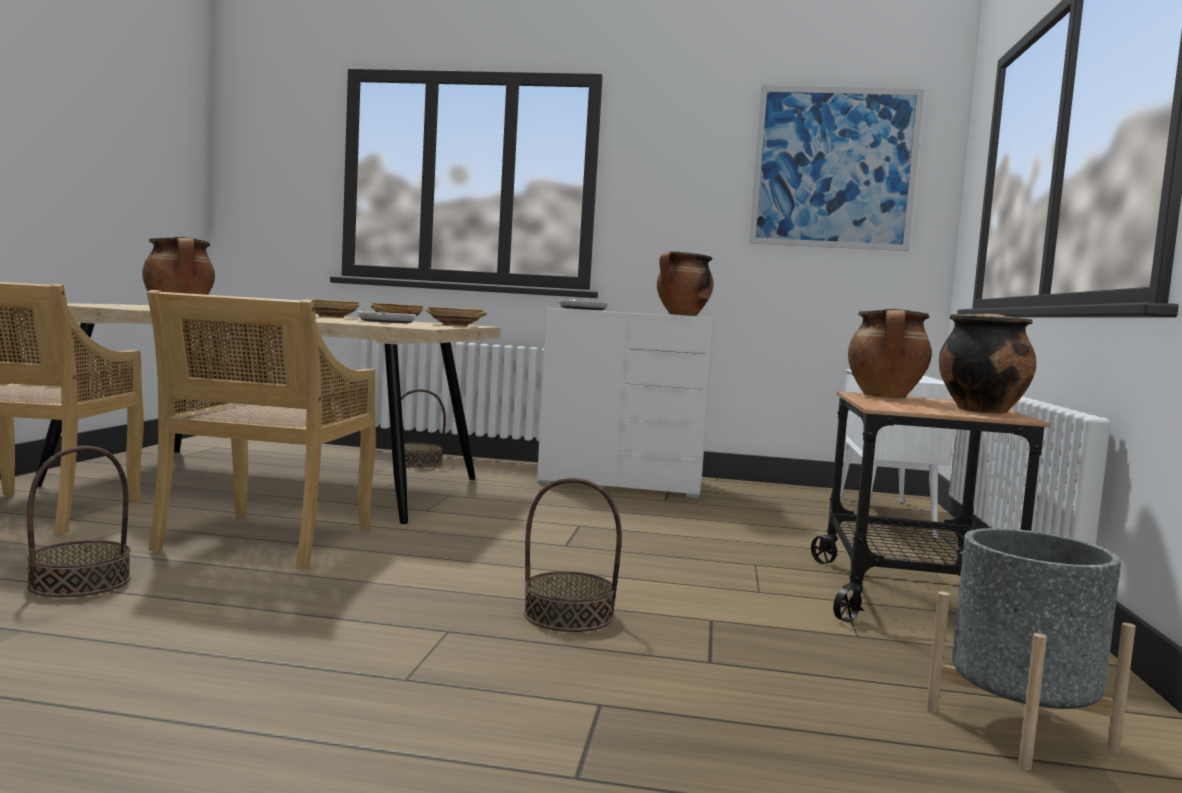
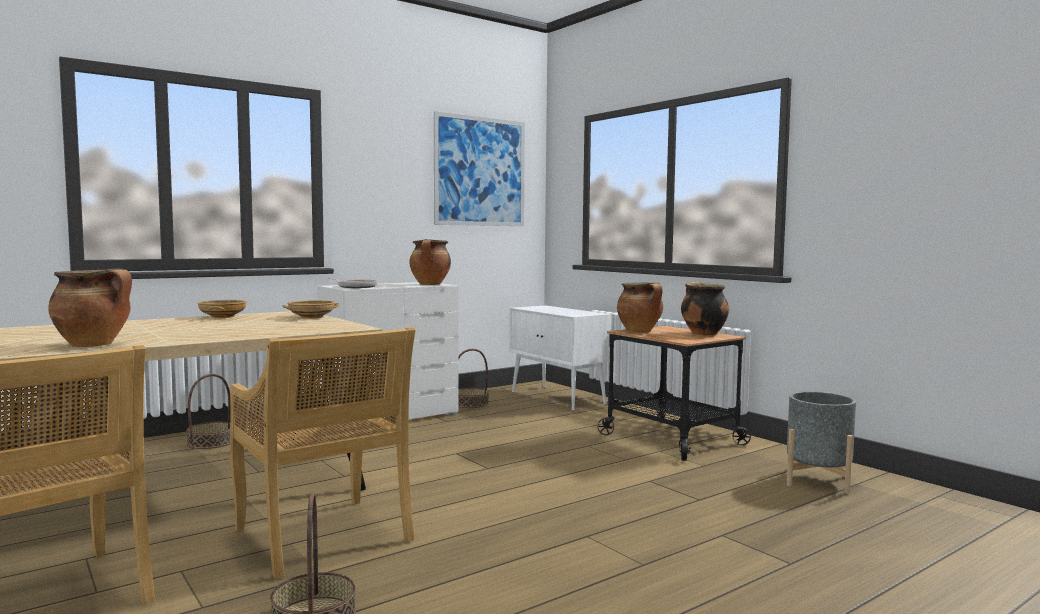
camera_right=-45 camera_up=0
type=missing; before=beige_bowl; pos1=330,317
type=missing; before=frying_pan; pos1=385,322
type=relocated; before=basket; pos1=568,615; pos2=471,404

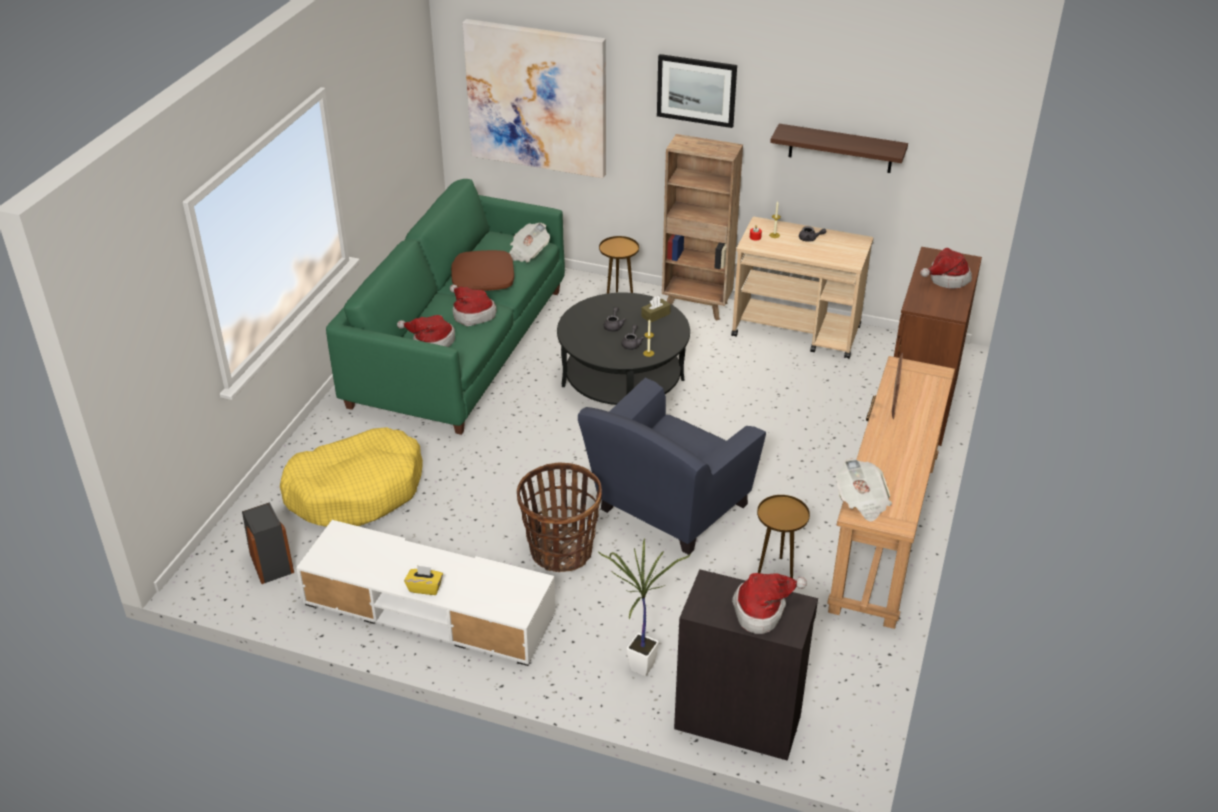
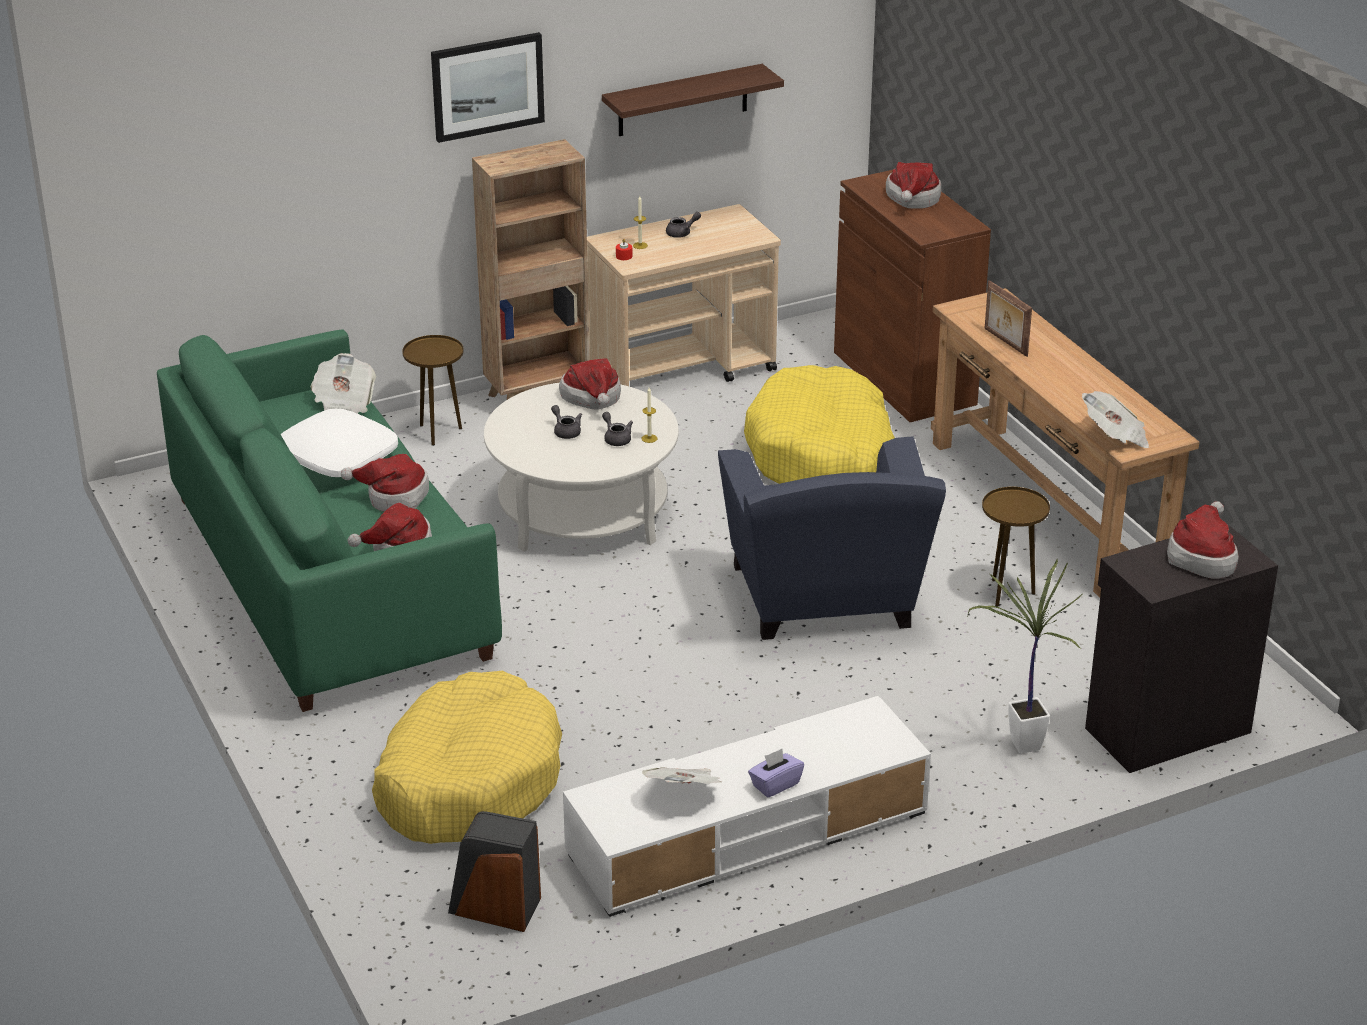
camera_right=-45 camera_up=-5
type=missing; before=picture; pos1=537,98
type=colour; before=brown_pillow; after=white_pillow; pos1=482,279; pos2=337,456
type=colour; before=black_coffee_table; after=white_coffee_table; pos1=623,382; pos2=583,511
type=exchanged; before=brown_tissue_box; after=hat; pos1=655,315; pos2=592,399
type=missing; before=basket; pos1=560,551
type=colour; before=yellow_tissue_box; after=purple_tissue_box; pos1=425,587; pos2=775,784
type=appeared; after=yellow_dog_bed; pos2=821,454
type=appeared; after=newspaper; pos2=684,792

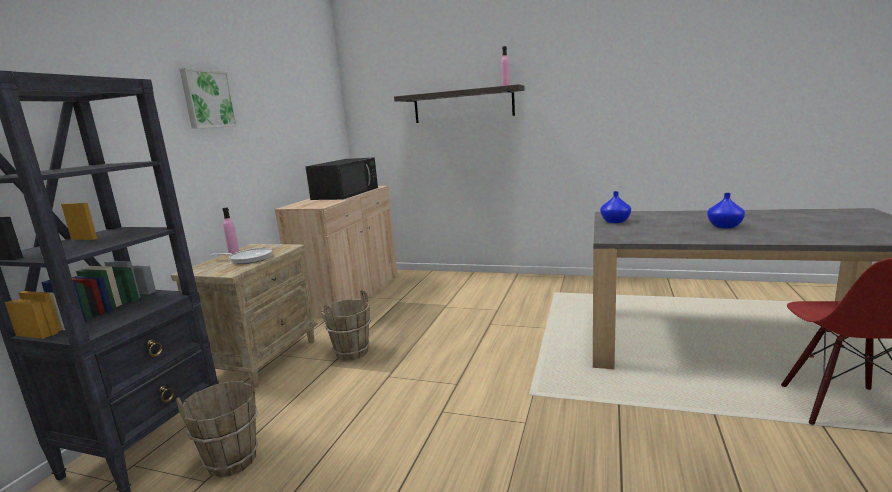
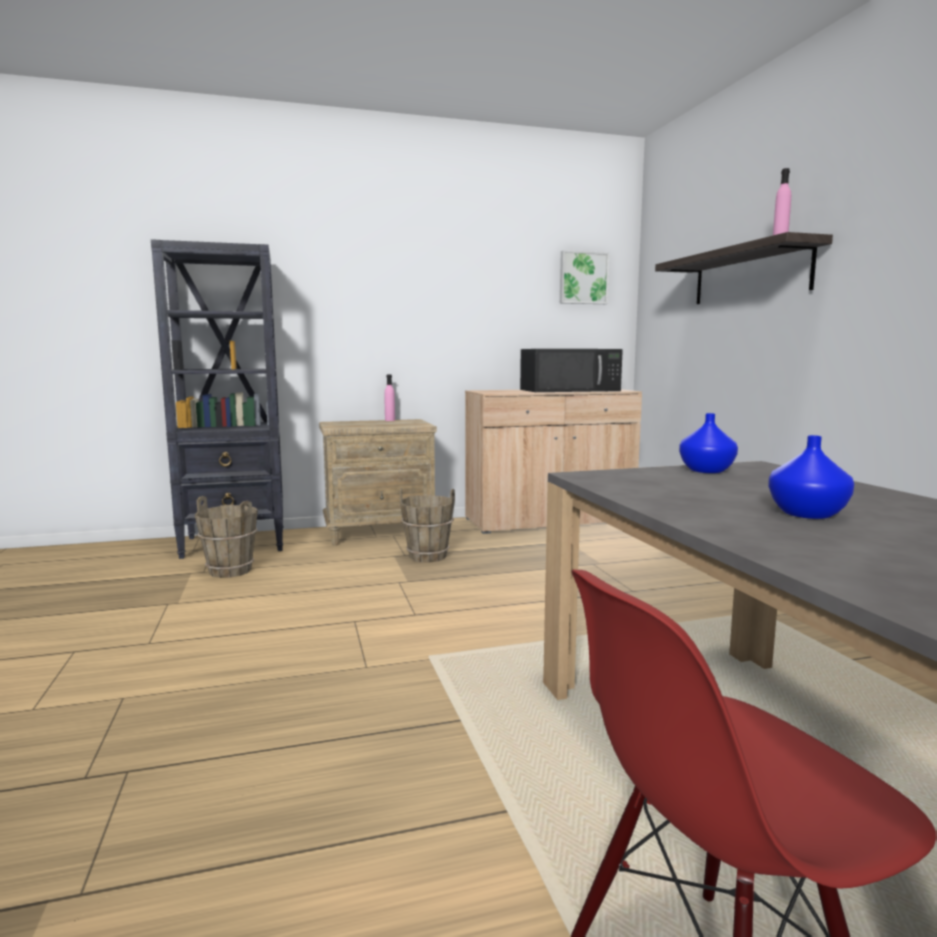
camera_right=55 camera_up=-5
type=relocated; before=picture; pos1=207,99; pos2=583,278
type=missing; before=frying_pan; pos1=248,259

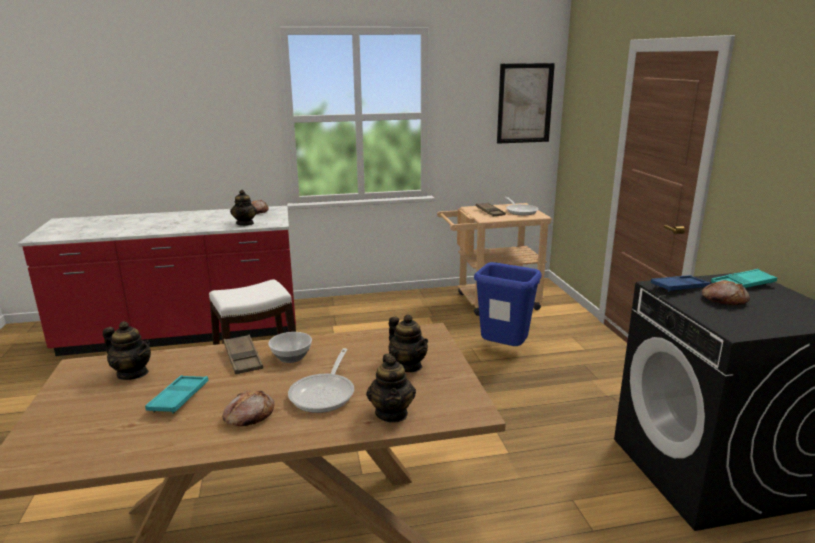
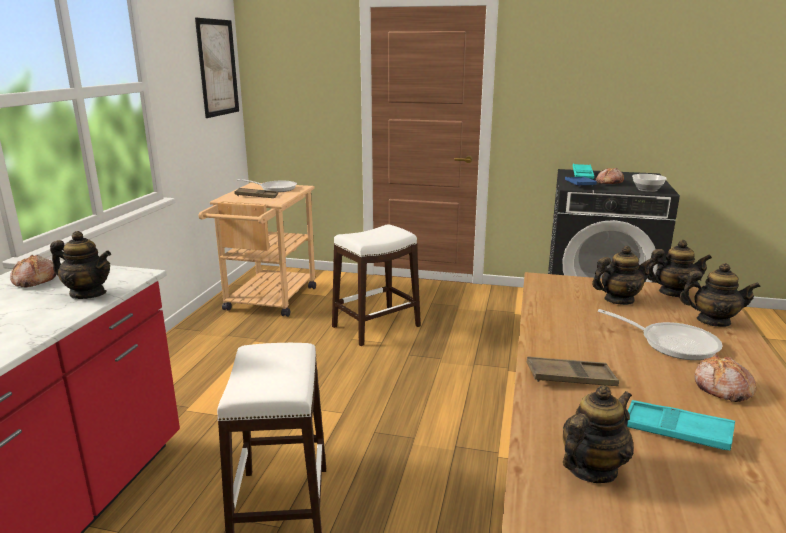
camera_right=-65 camera_up=0
type=exchanged; before=blue_trash_can; after=white_stool; pos1=504,351; pos2=375,326
type=relocated; before=bowl; pos1=291,357; pos2=646,190
type=appeared; after=teapot; pos2=673,293

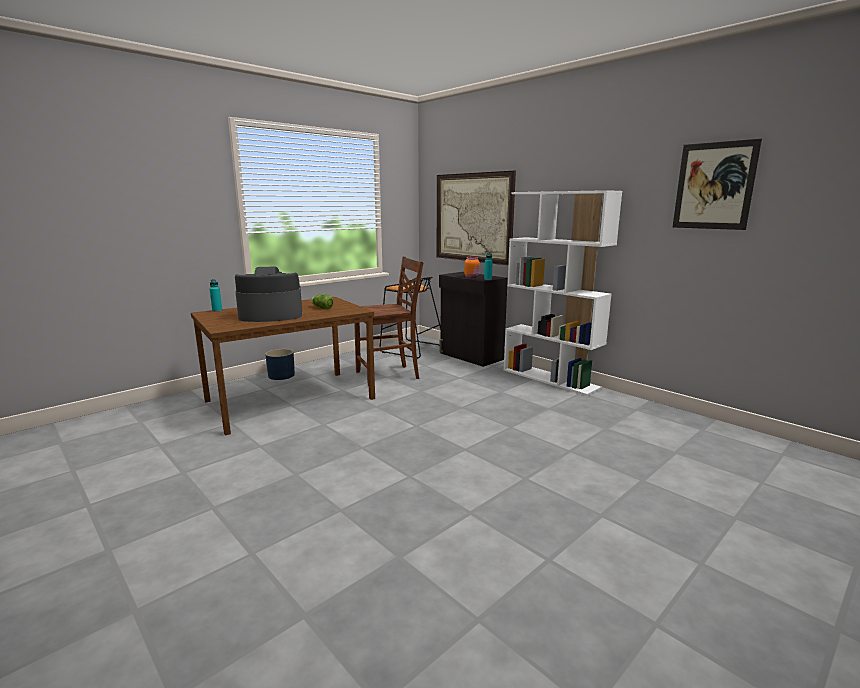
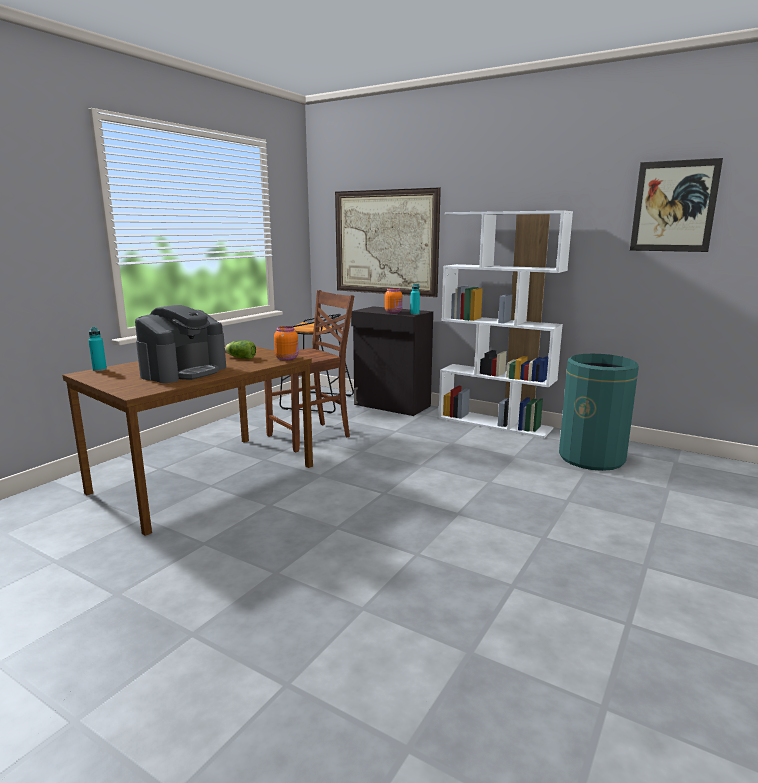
camera_right=-15 camera_up=0
type=spun; before=coffee_machine; pos1=270,315; pos2=184,371; turn=150
type=missing; before=blue_planter; pos1=281,375
type=appeared; after=orange_jar; pos2=287,358
type=appeared; after=green_trash_can; pos2=591,458

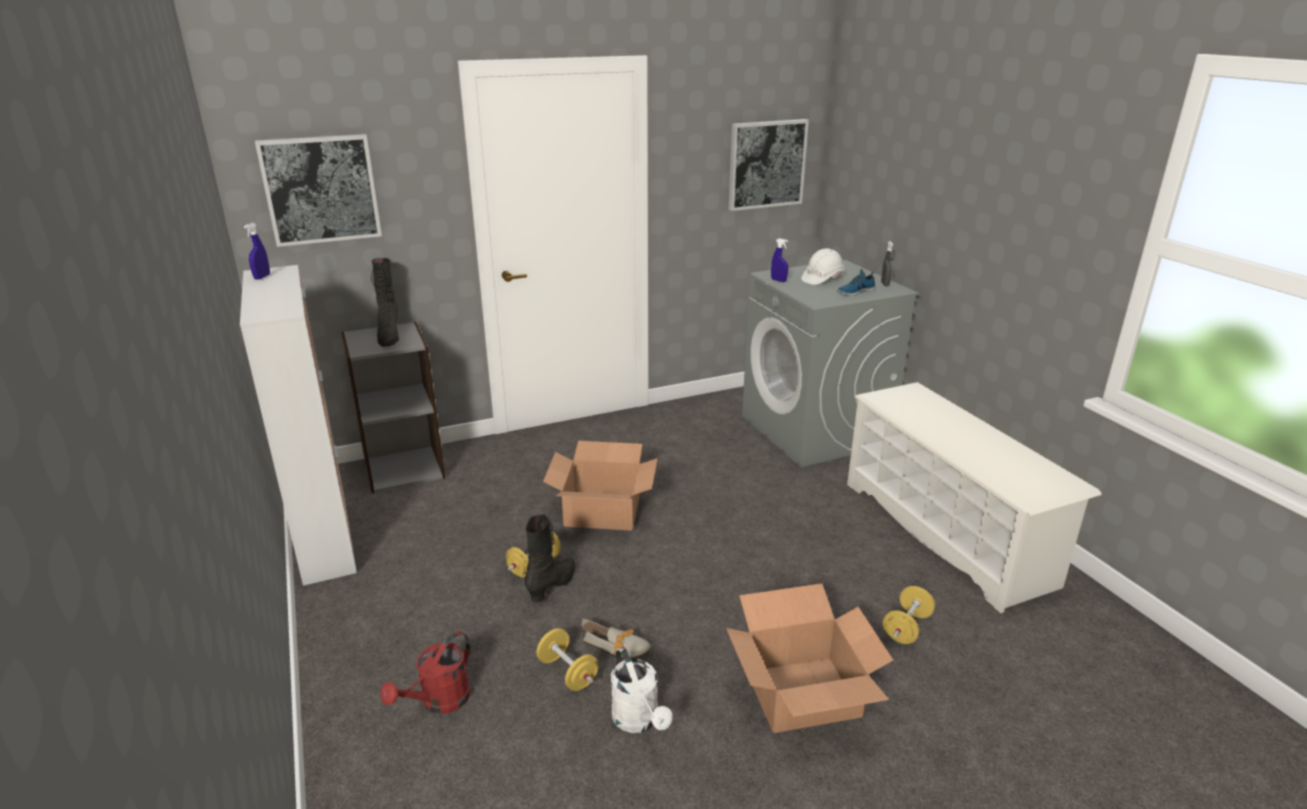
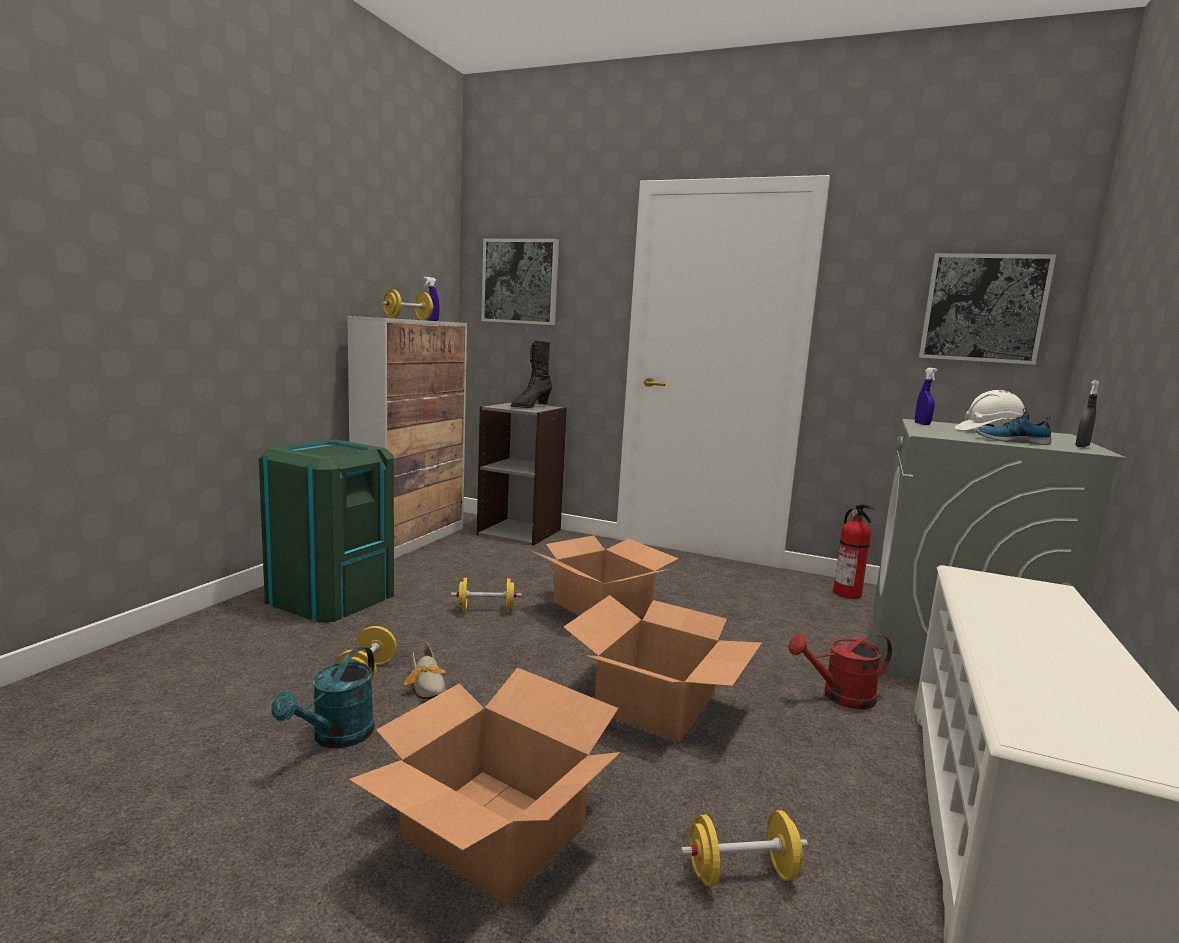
camera_right=45 camera_up=-15
type=missing; before=black_boot; pos1=553,585
type=relocated; before=red_watering_can; pos1=439,702; pos2=840,697
type=colour; before=white_watering_can; after=turquoise_watering_can; pos1=639,721; pos2=336,738
type=appeared; after=yellow_dumbbell; pos2=408,319
type=appeared; after=green_trash_can; pos2=331,596
type=appeared; after=fire_extinguisher; pos2=848,594
type=appeared; after=cardboard_box; pos2=657,702

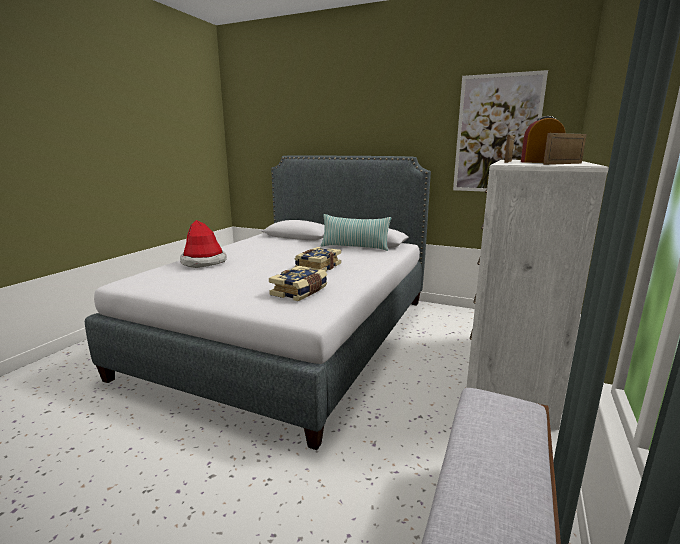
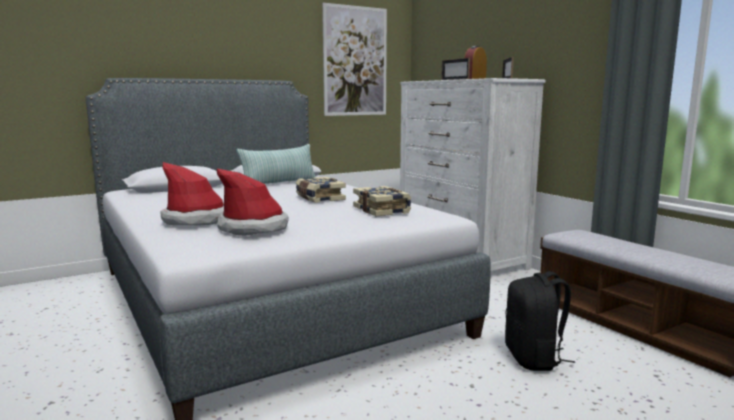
camera_right=-55 camera_up=-5
type=appeared; after=hat; pos2=253,227
type=appeared; after=black_backpack; pos2=534,359

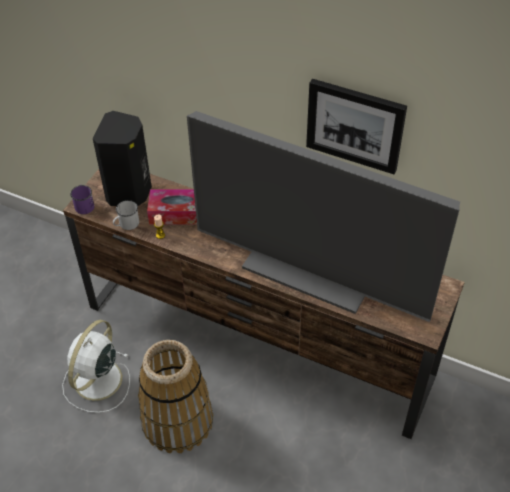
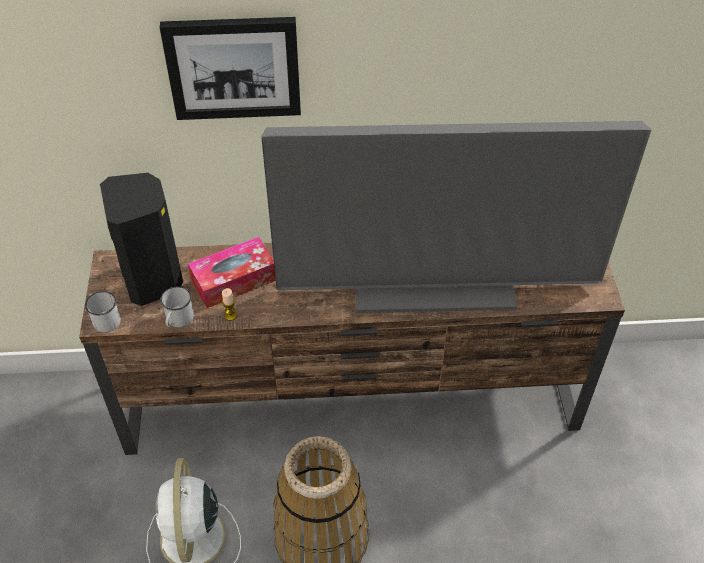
camera_right=-30 camera_up=0
type=relocated; before=picture; pos1=355,125; pos2=233,67
type=colour; before=purple_mug; after=white_mug; pos1=84,205; pos2=104,318

